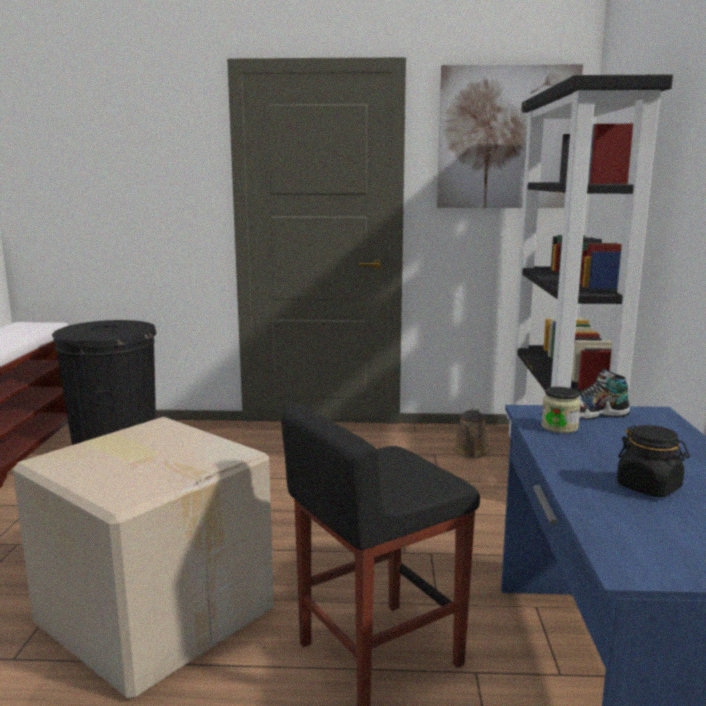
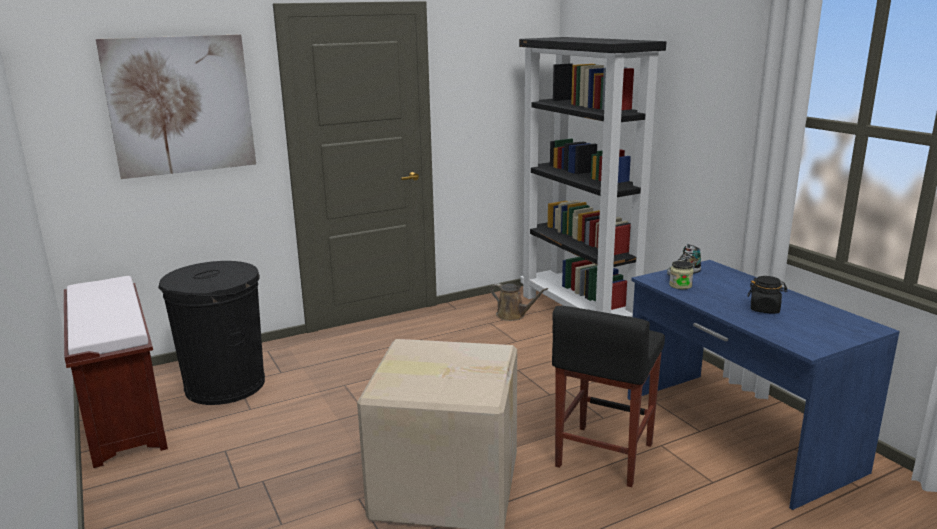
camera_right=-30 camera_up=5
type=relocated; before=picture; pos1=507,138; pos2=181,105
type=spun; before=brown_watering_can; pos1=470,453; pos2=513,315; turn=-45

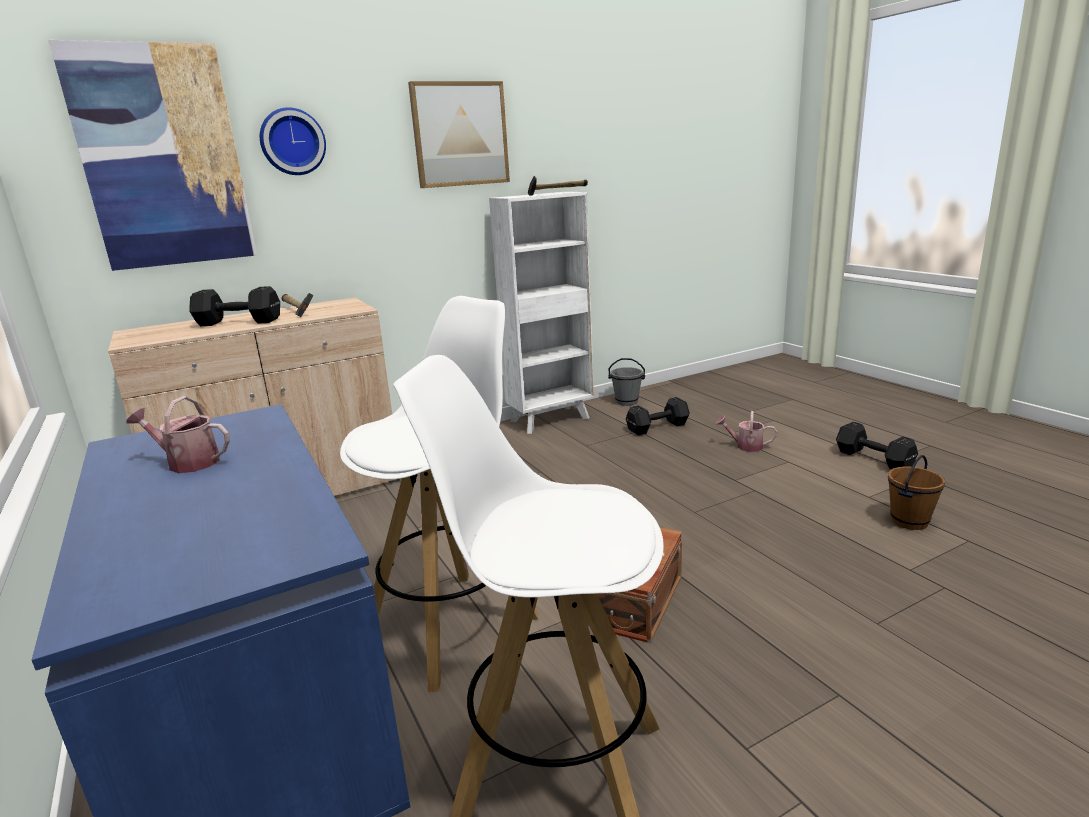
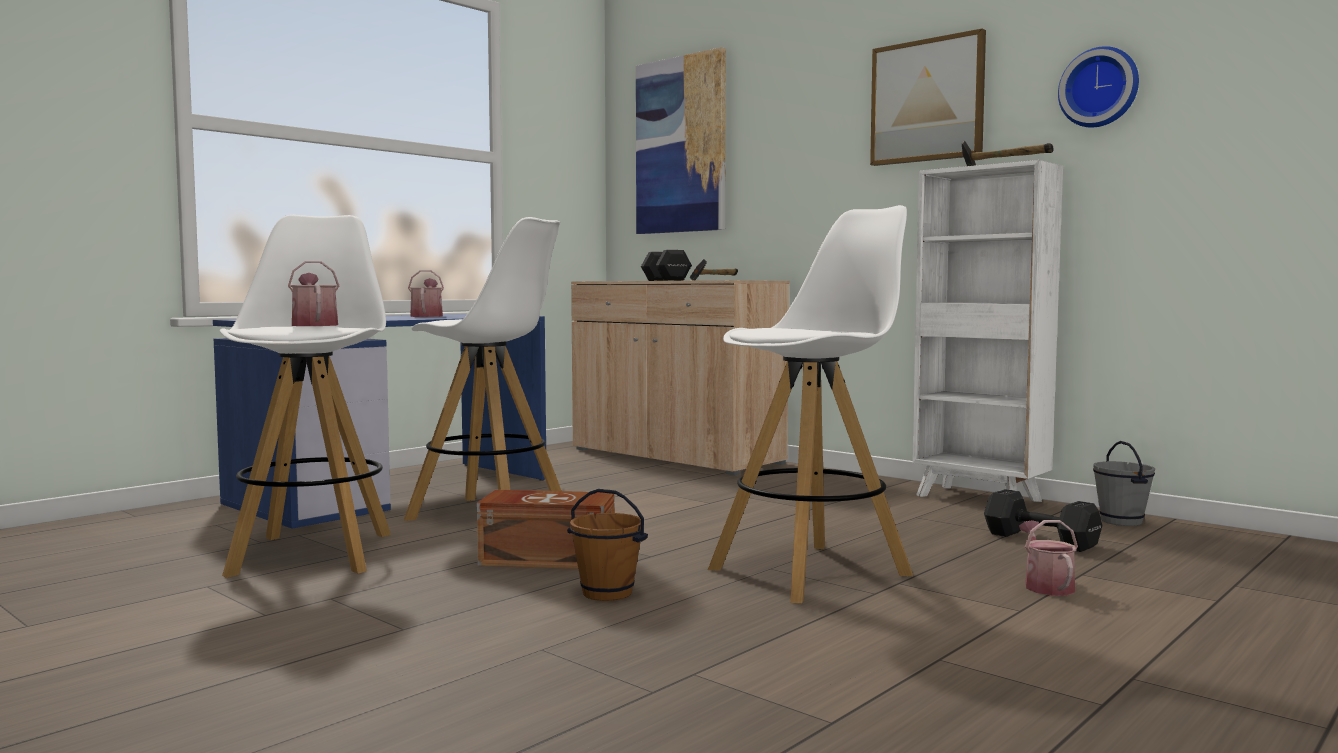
camera_right=70 camera_up=-15
type=relocated; before=wall_clock; pos1=292,142; pos2=1100,88
type=missing; before=black_dumbbell; pos1=875,460
type=relocated; before=brown_bucket; pos1=908,521; pos2=608,593
type=appeared; after=white_stool; pos2=812,571
type=appeared; after=watering_can; pos2=314,325

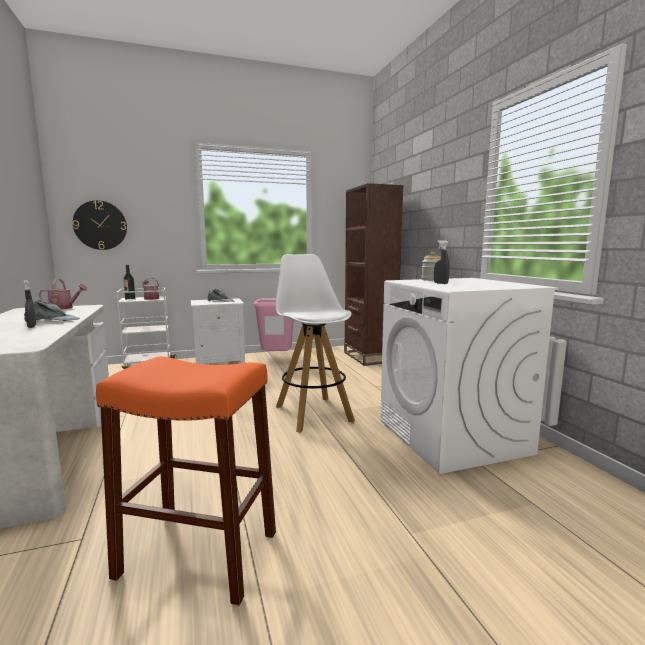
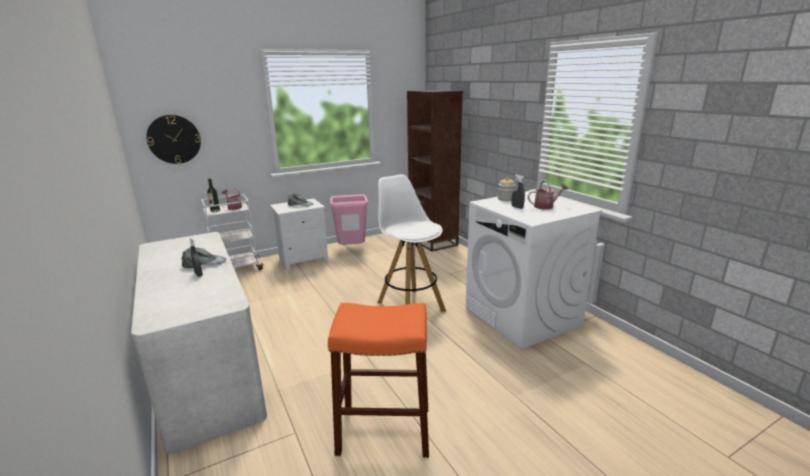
camera_right=-10 camera_up=10
type=relocated; before=watering_can; pos1=64,308; pos2=546,206

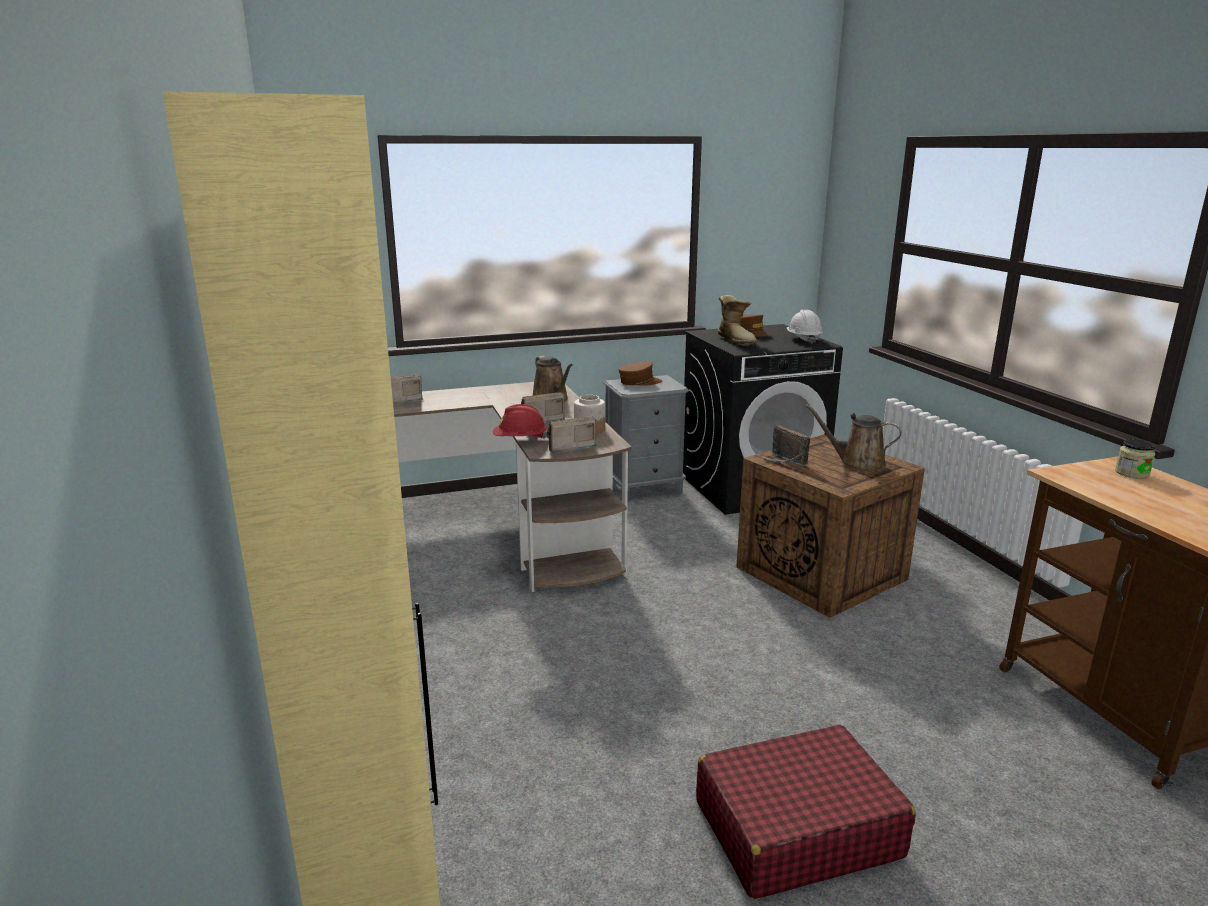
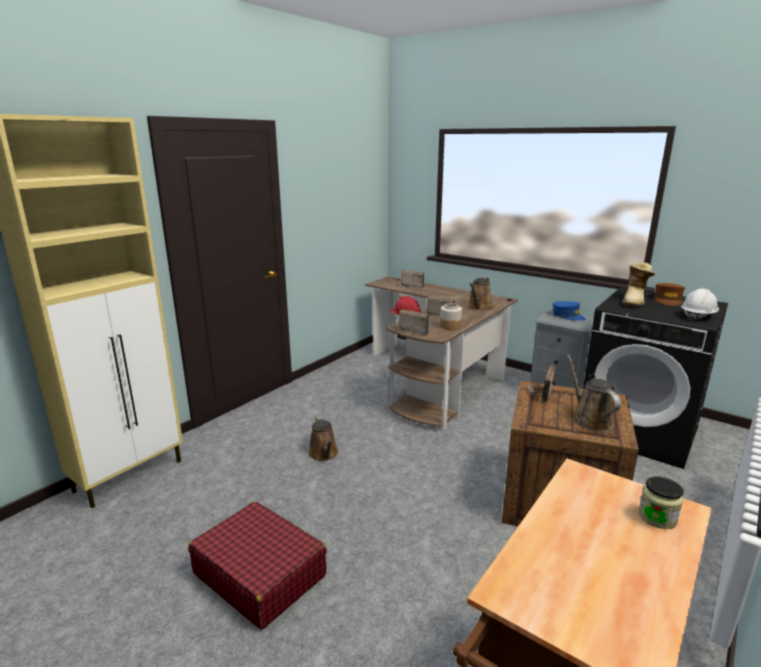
camera_right=55 camera_up=0
type=colour; before=brown_cap; after=blue_cap; pos1=639,382; pos2=568,316
type=appeared; after=brown_watering_can; pos2=324,454

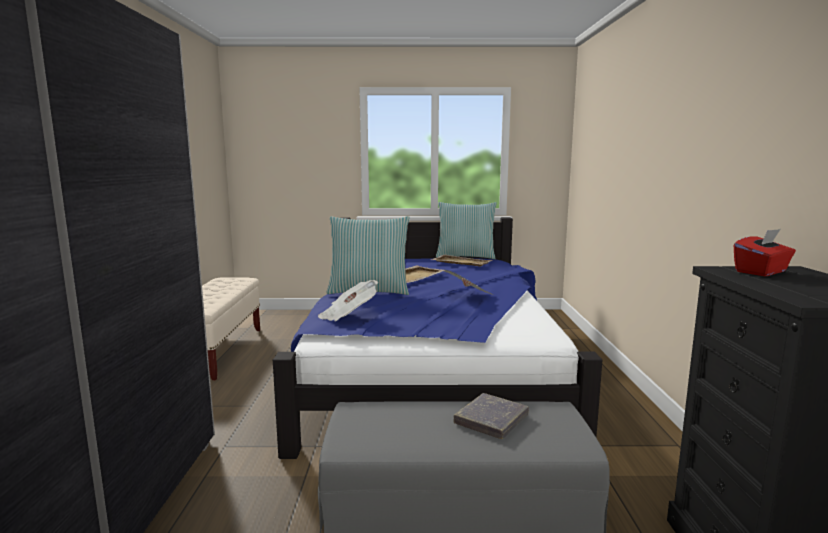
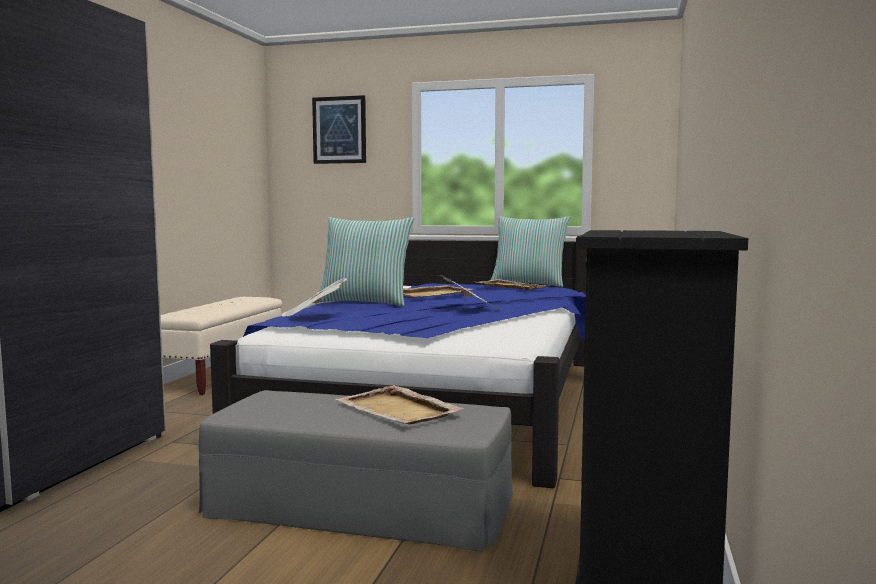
camera_right=15 camera_up=-5
type=missing; before=red_tissue_box; pos1=761,272
type=exchanged; before=grey_book; after=beige_tray; pos1=491,420; pos2=398,410
type=appeared; after=picture; pos2=339,130

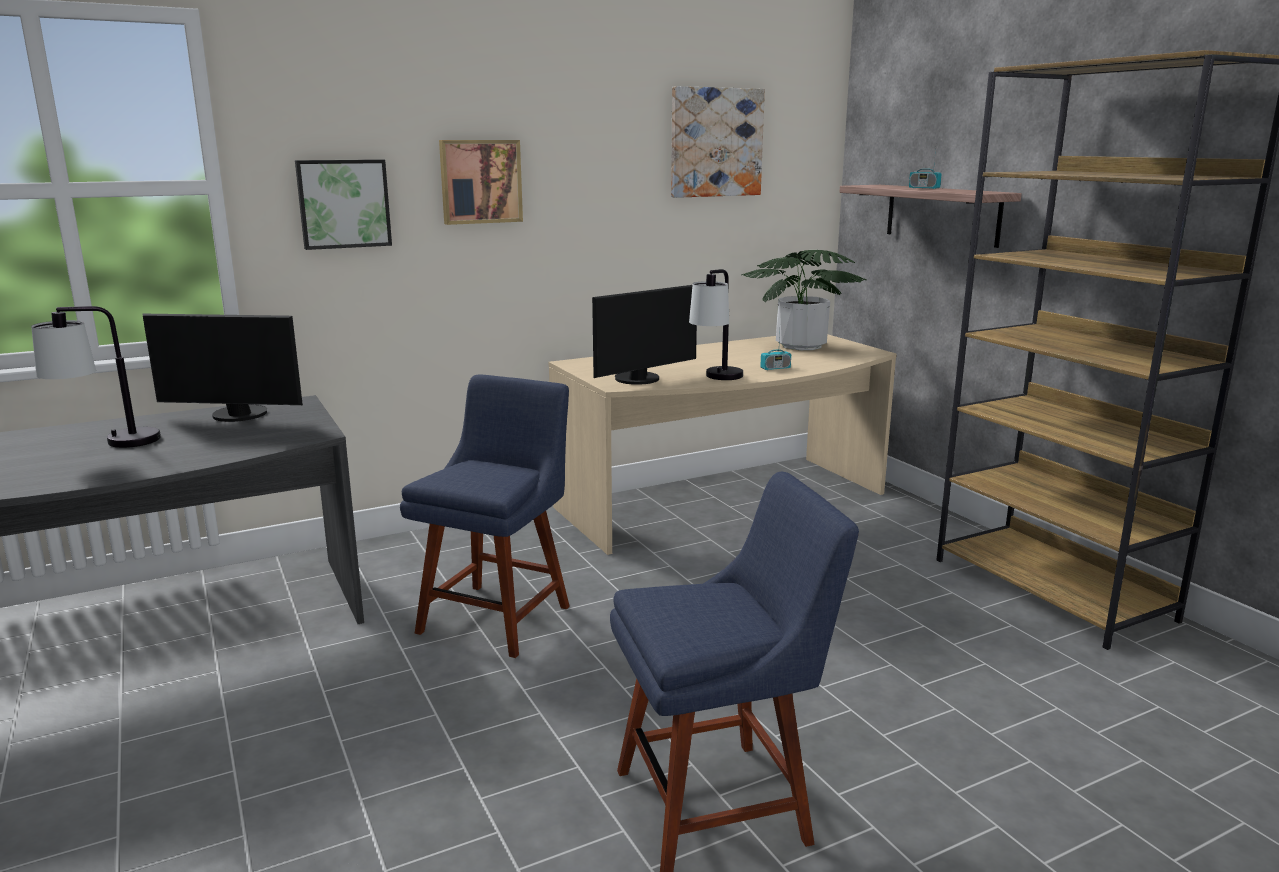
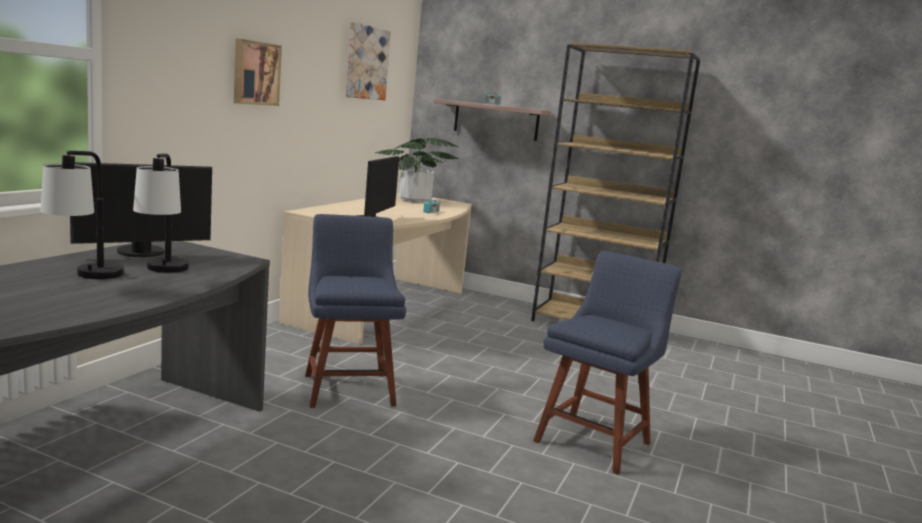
camera_right=-40 camera_up=-5
type=missing; before=picture; pos1=343,203
type=relocated; before=table_lamp; pos1=717,380; pos2=163,272

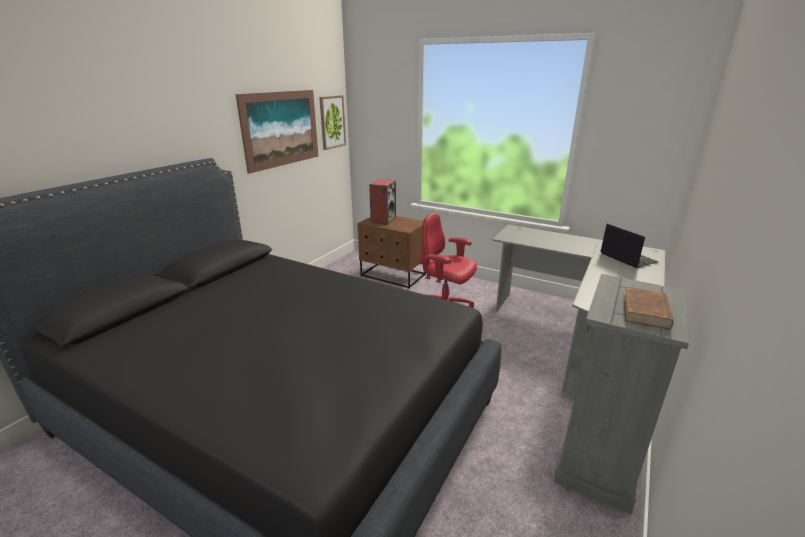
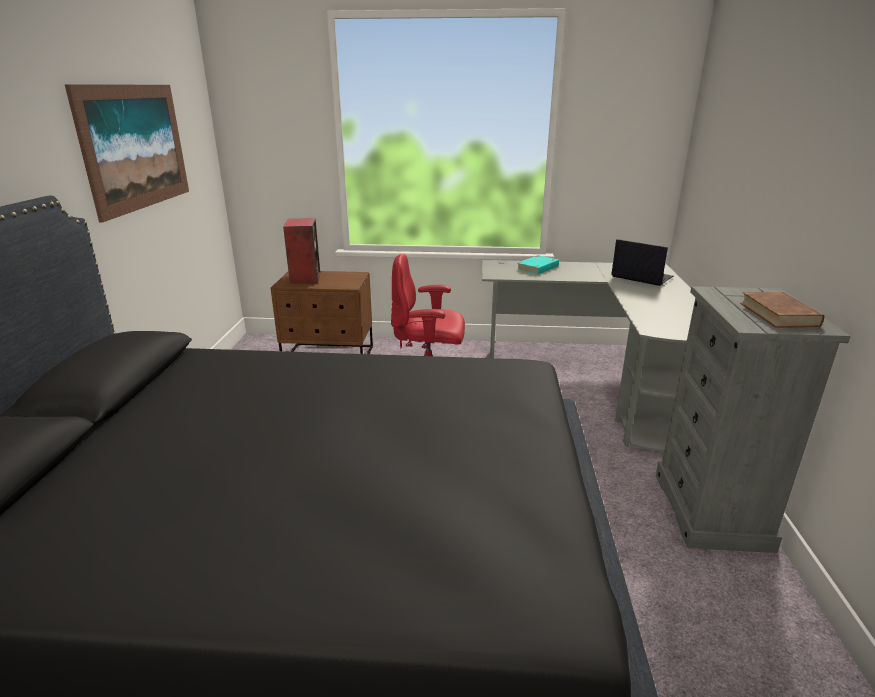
camera_right=-25 camera_up=0
type=missing; before=picture; pos1=332,122
type=appeared; after=turquoise_book; pos2=538,268

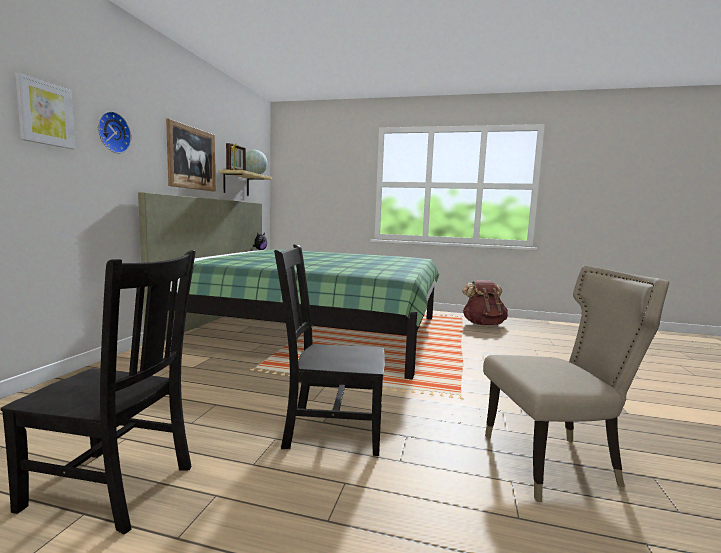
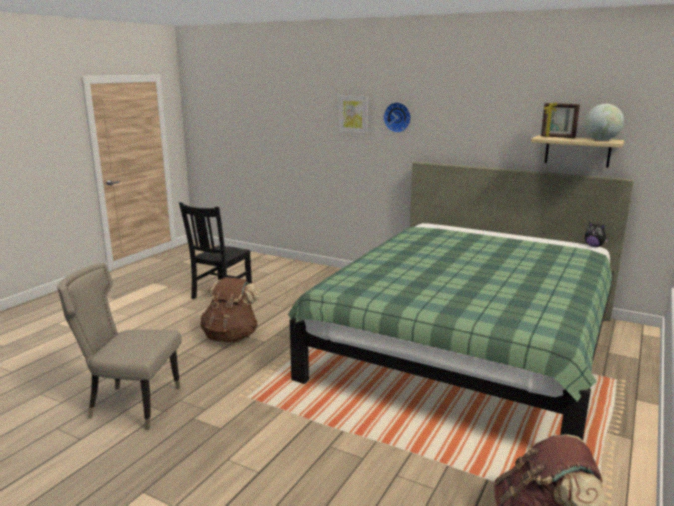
camera_right=105 camera_up=10
type=missing; before=picture; pos1=192,158
type=exchanged; before=black_chair; after=brown_backpack; pos1=330,430; pos2=231,337
type=spun; before=beige_chair; pos1=556,463; pos2=131,404; turn=90

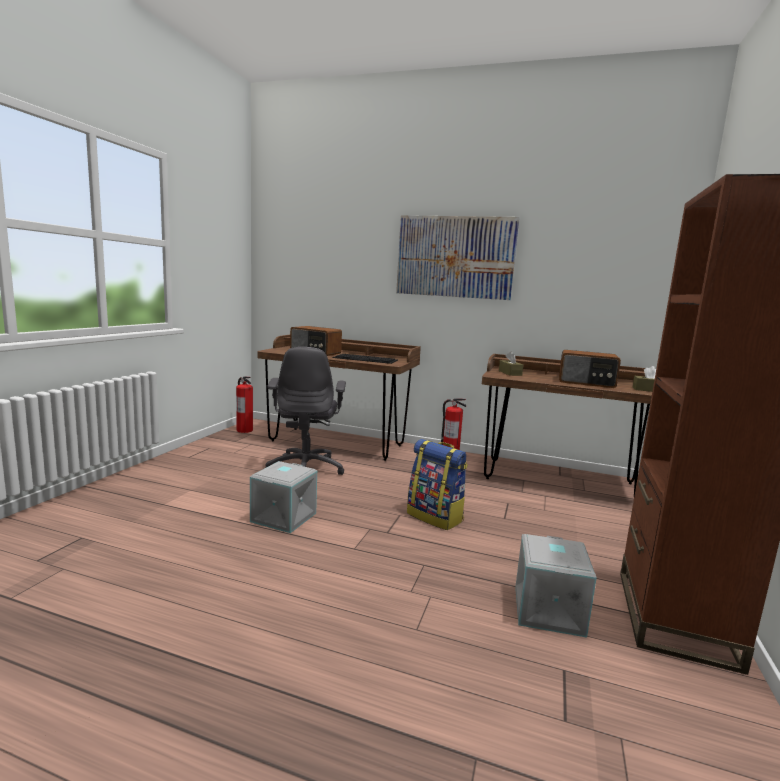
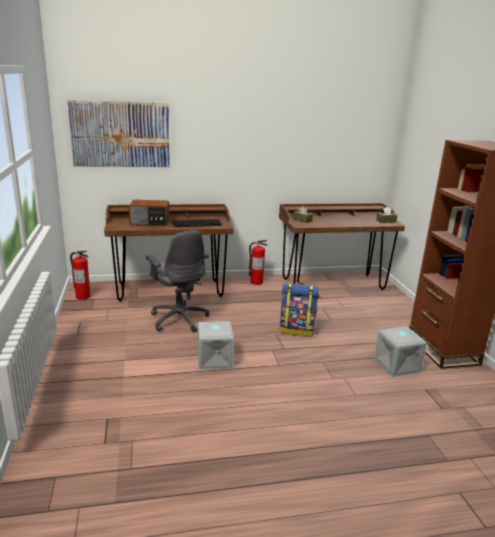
camera_right=-30 camera_up=10
type=relocated; before=picture; pos1=455,257; pos2=120,134
type=missing; before=radio; pos1=586,382

